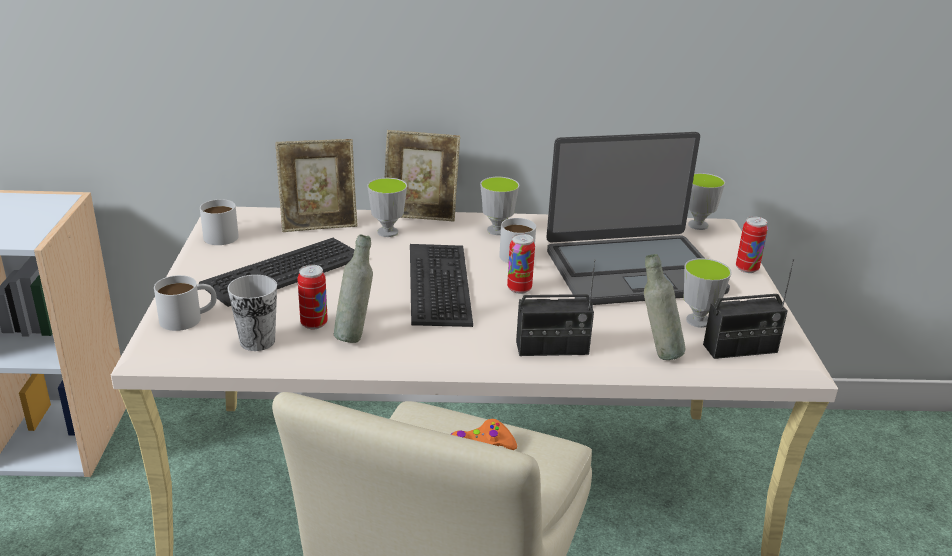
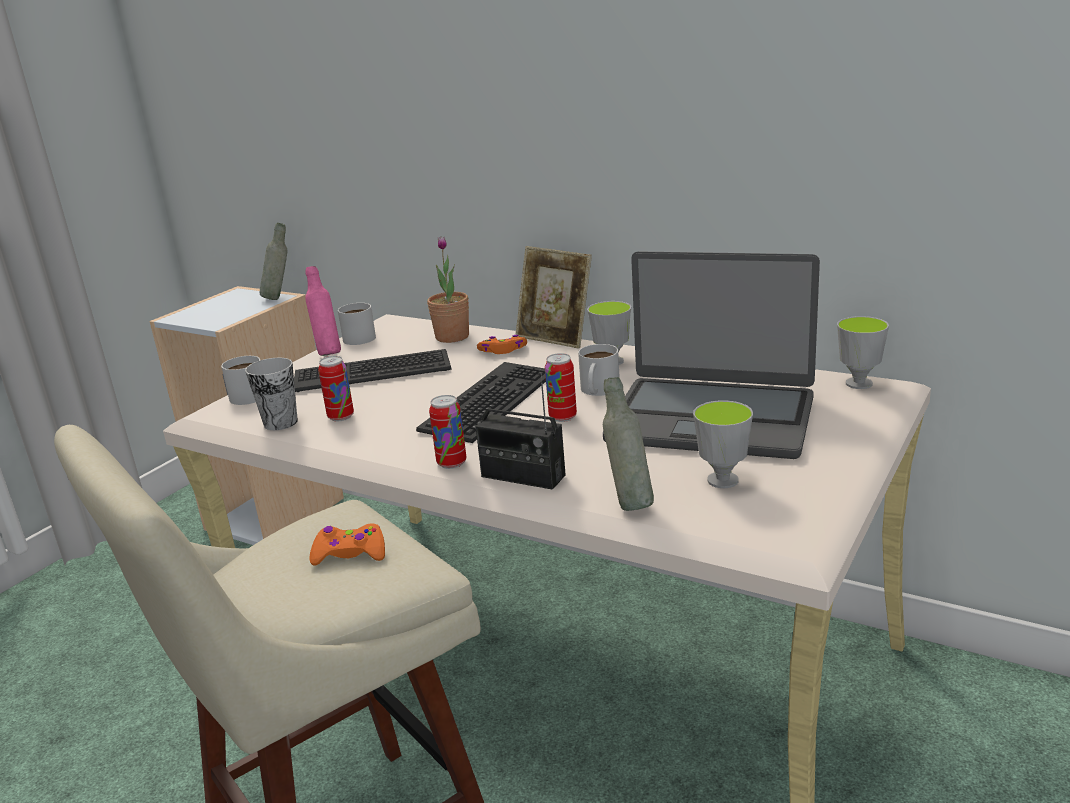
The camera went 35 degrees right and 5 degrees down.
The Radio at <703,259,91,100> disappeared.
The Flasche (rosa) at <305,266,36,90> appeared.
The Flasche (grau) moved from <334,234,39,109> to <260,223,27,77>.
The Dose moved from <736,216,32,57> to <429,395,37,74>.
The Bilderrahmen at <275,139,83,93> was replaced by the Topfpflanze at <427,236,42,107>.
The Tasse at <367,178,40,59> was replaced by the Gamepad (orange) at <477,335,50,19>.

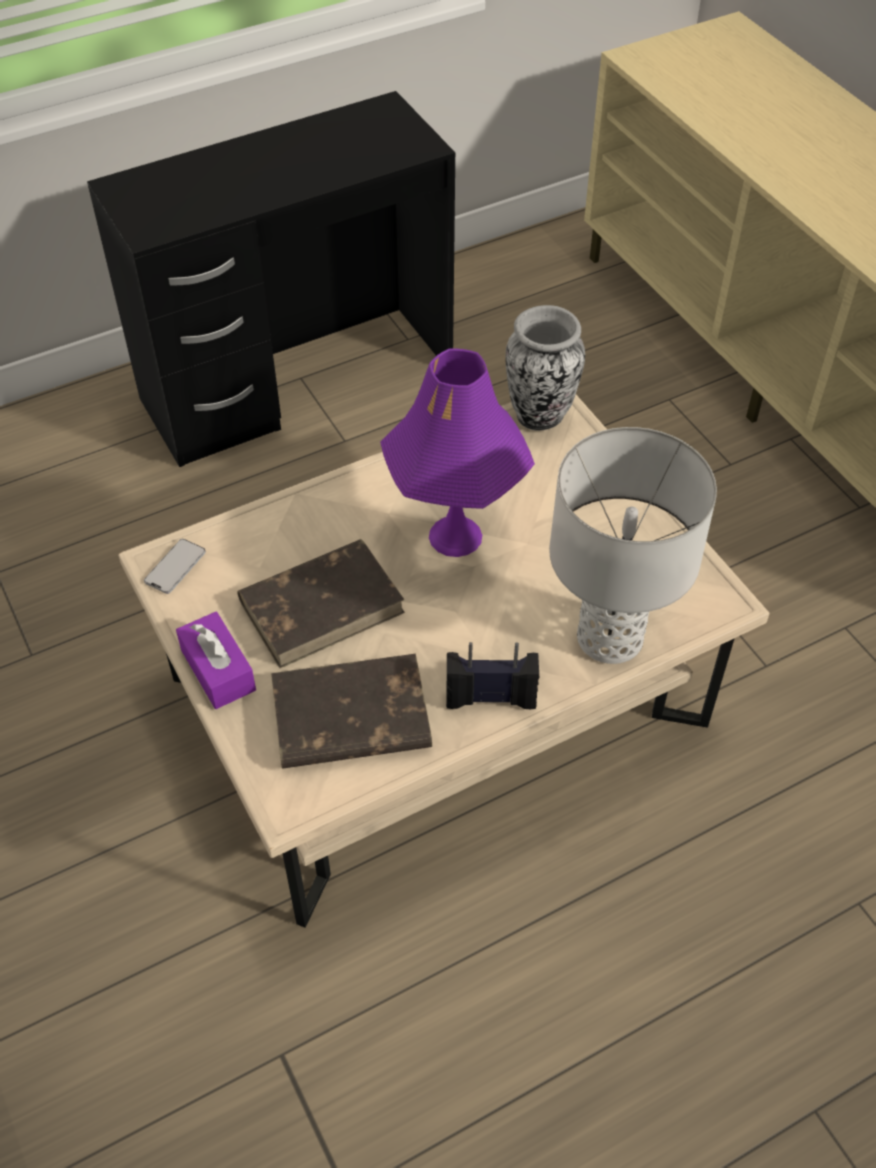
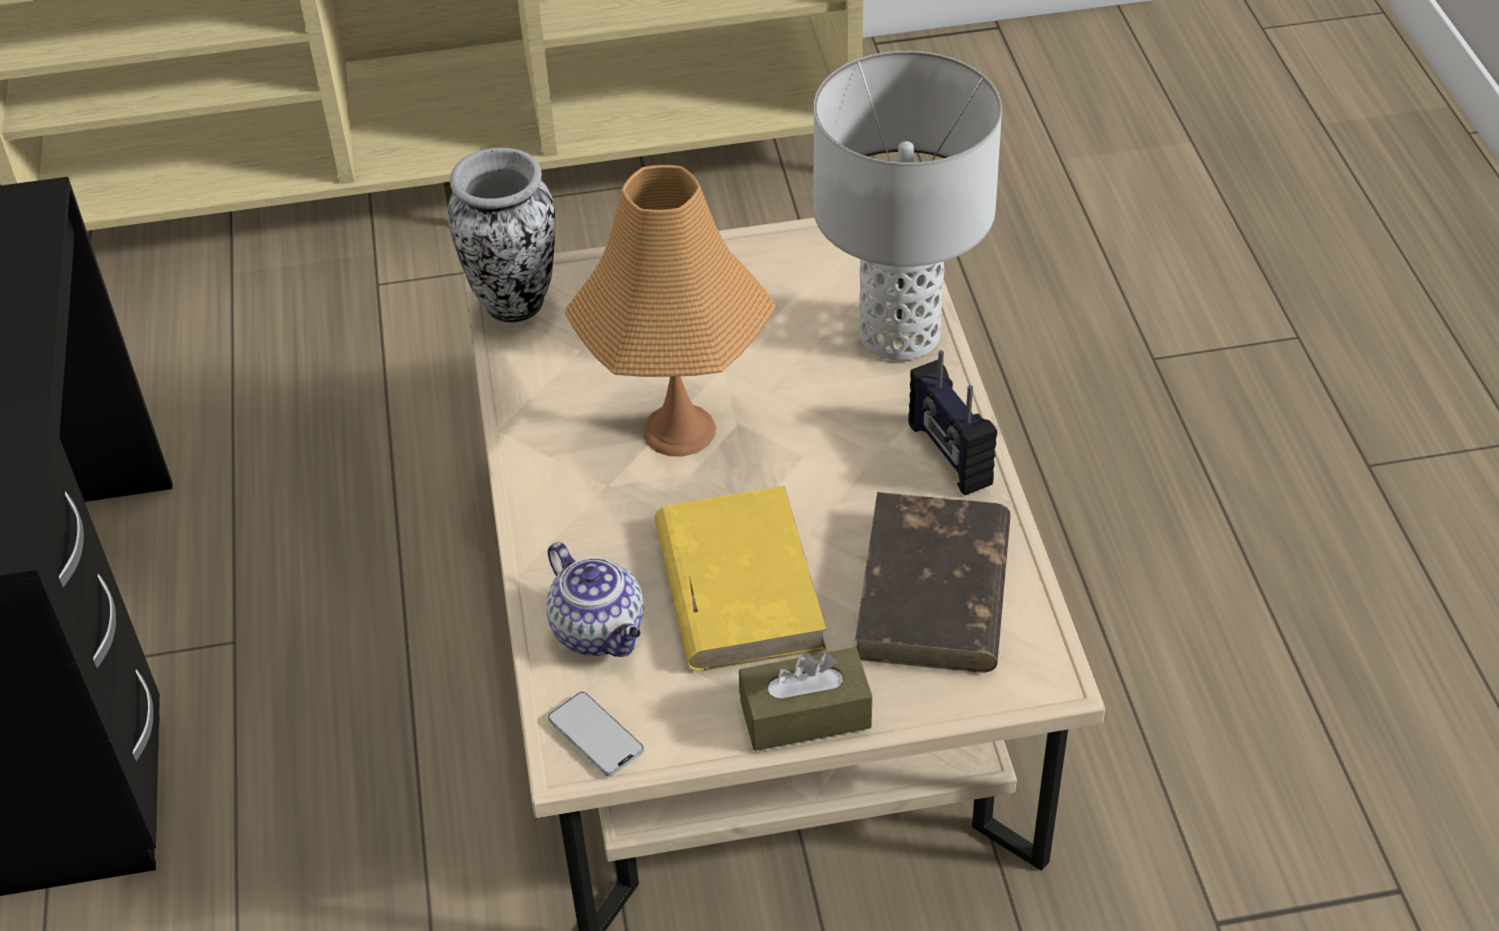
The camera went 70 degrees left and 5 degrees down.
The Teekanne at <546,542,98,115> appeared.
The Taschentuchbox (lila) at <176,612,80,97> became the Taschentuchbox (braun) at <739,647,133,104>.
The Buch (braun) at <237,539,168,129> became the Buch (gelb) at <654,486,172,185>.
The Tischlampe (lila) at <380,349,155,208> became the Tischlampe (orange) at <564,165,212,292>.
The Radio at <446,642,93,67> turned 45 degrees counterclockwise.

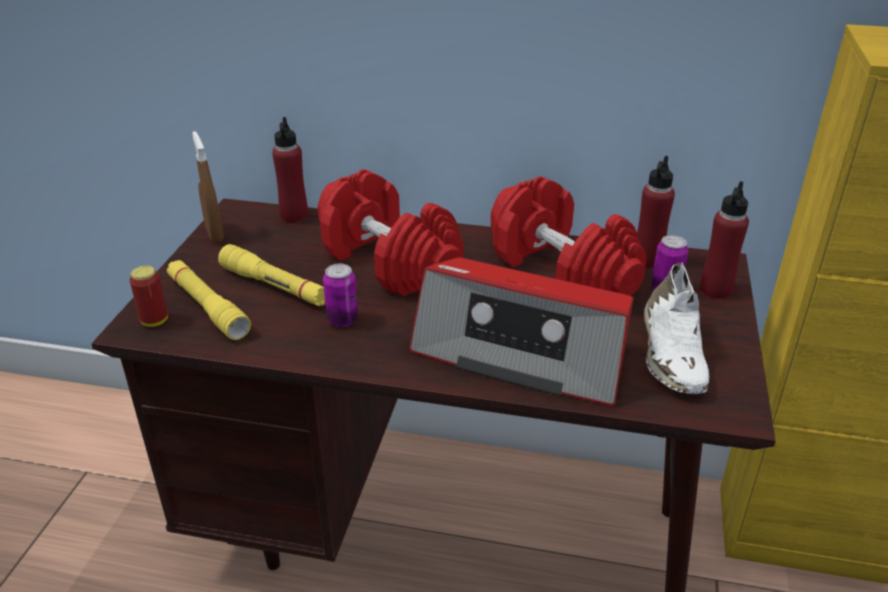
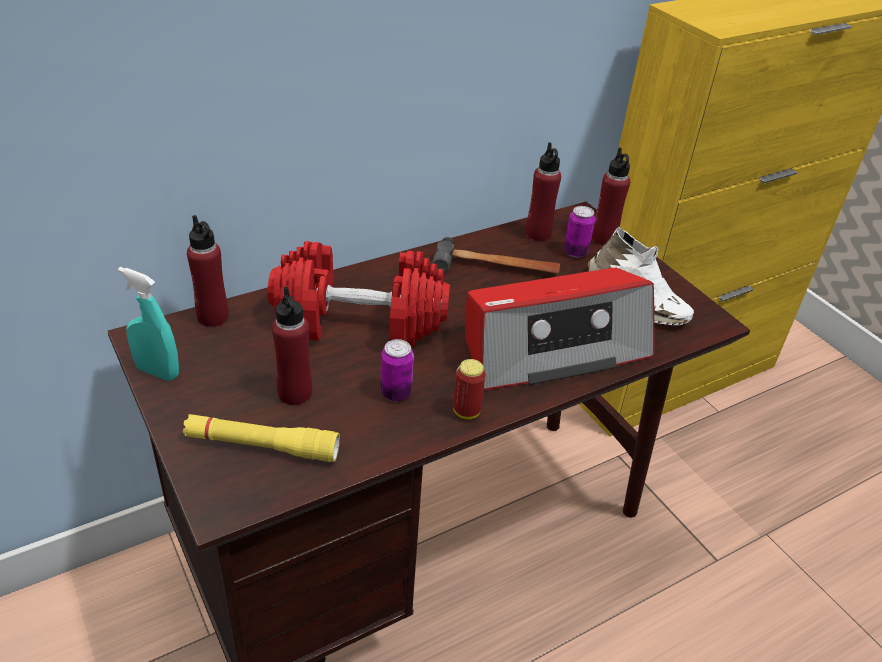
The camera went 45 degrees left and 5 degrees up.
The Dose moved from <130,265,38,62> to <453,359,33,60>.
The Taschenlampe (gelb) at <218,244,107,62> was replaced by the Flasche (rot) at <272,287,40,118>.
The Hantel (rot) at <491,176,155,120> was replaced by the Hammer at <432,237,128,37>.
The Sprühflasche (braun) at <192,131,32,112> became the Sprühflasche (türkis) at <118,267,61,114>.

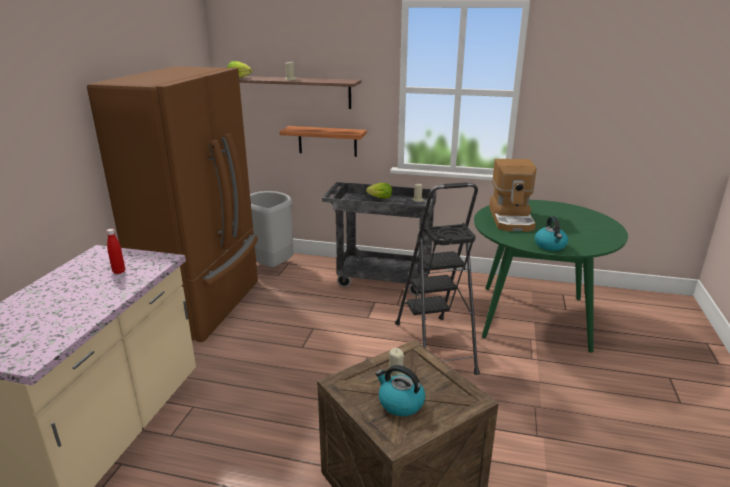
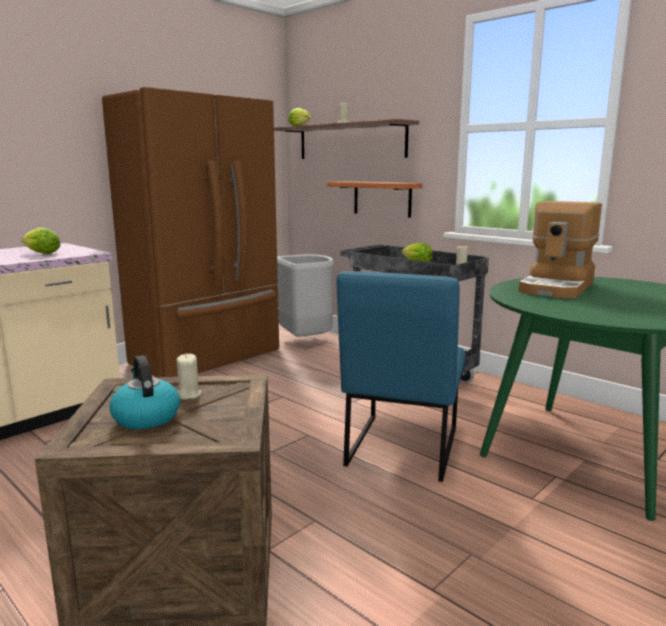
The camera went 30 degrees right and 10 degrees down.
The Wasserkessel at <535,216,33,35> disappeared.
The Flasche (rot) at <106,229,19,45> was replaced by the Salatkopf at <21,228,39,26>.
The Trittleiter at <395,182,85,193> was replaced by the Stuhl (blau) at <337,271,129,211>.

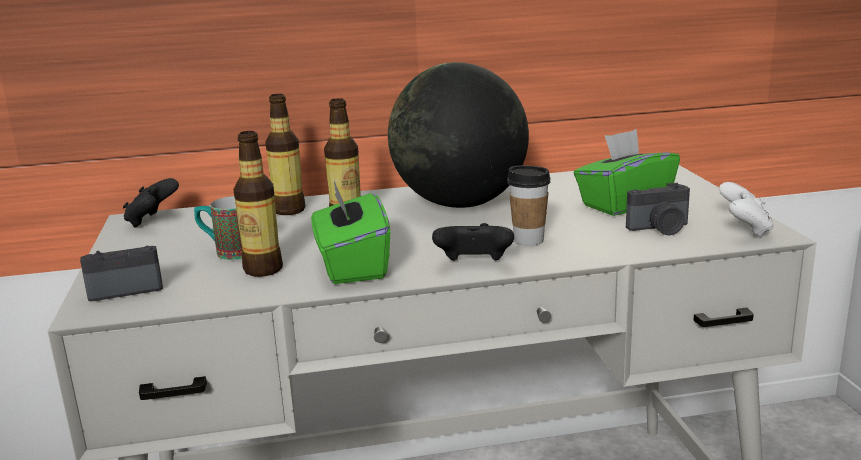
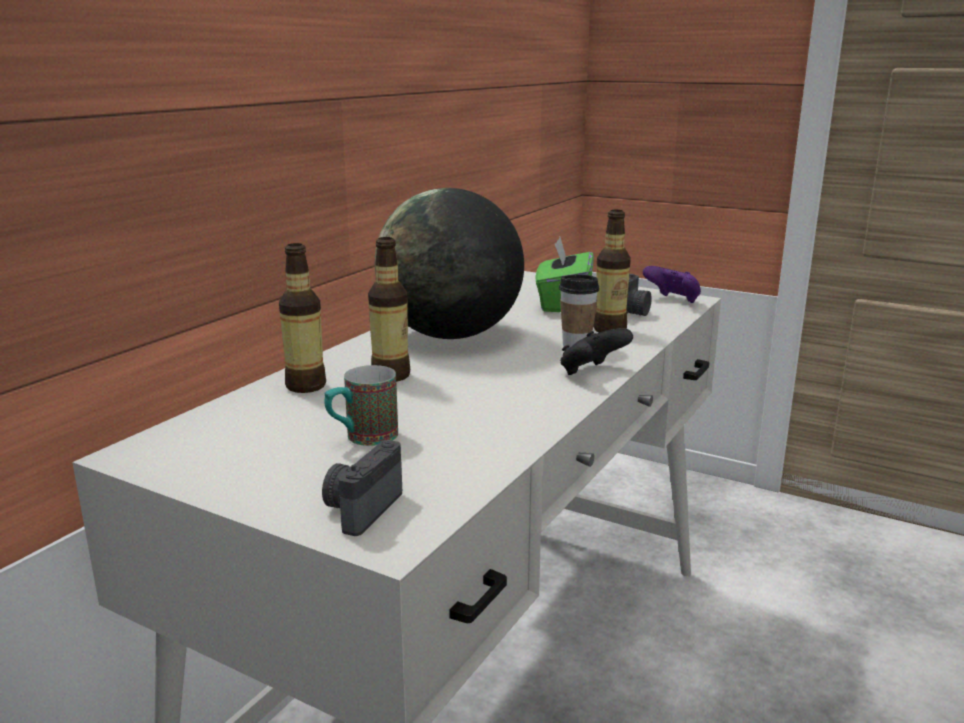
The camera went 50 degrees left and 0 degrees up.
The Gamepad (schwarz) at <123,178,56,50> disappeared.
The Taschentuchbox (grün) at <311,181,79,103> disappeared.
The Flasche moved from <233,131,50,146> to <593,210,38,123>.
The Gamepad (weiß) at <719,182,55,56> became the Gamepad (lila) at <643,266,58,37>.

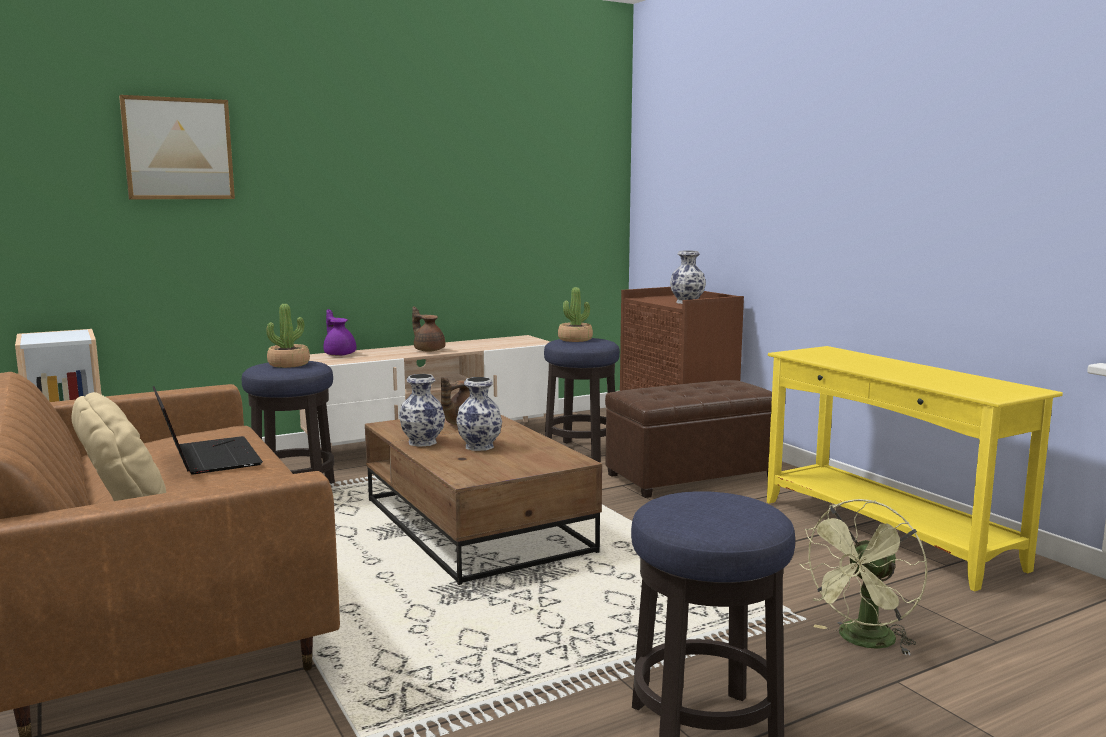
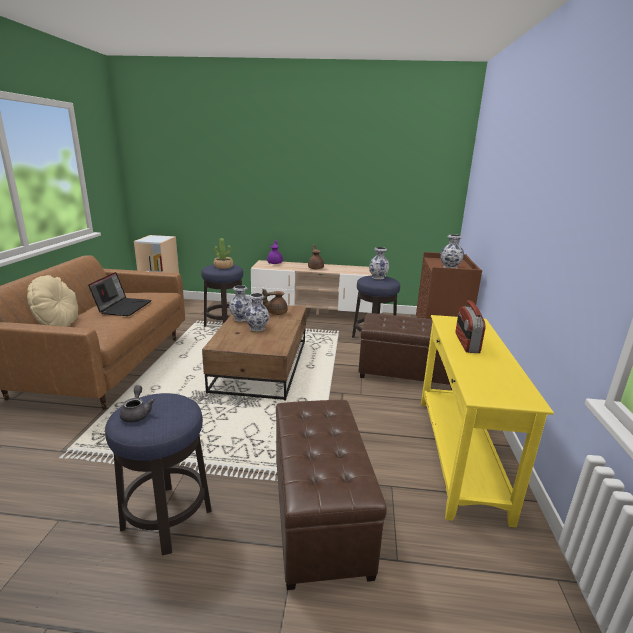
The camera went 35 degrees right and 10 degrees up.
The Bild at <119,95,116,104> disappeared.
The Teekanne (grau) at <120,385,35,38> appeared.
The Radio at <456,300,30,53> appeared.
The Topfpflanze at <558,287,35,55> was replaced by the Vase at <369,247,20,33>.
The Ventilator (grün) at <799,499,128,157> was replaced by the Polsterhocker (braun) at <276,400,111,190>.

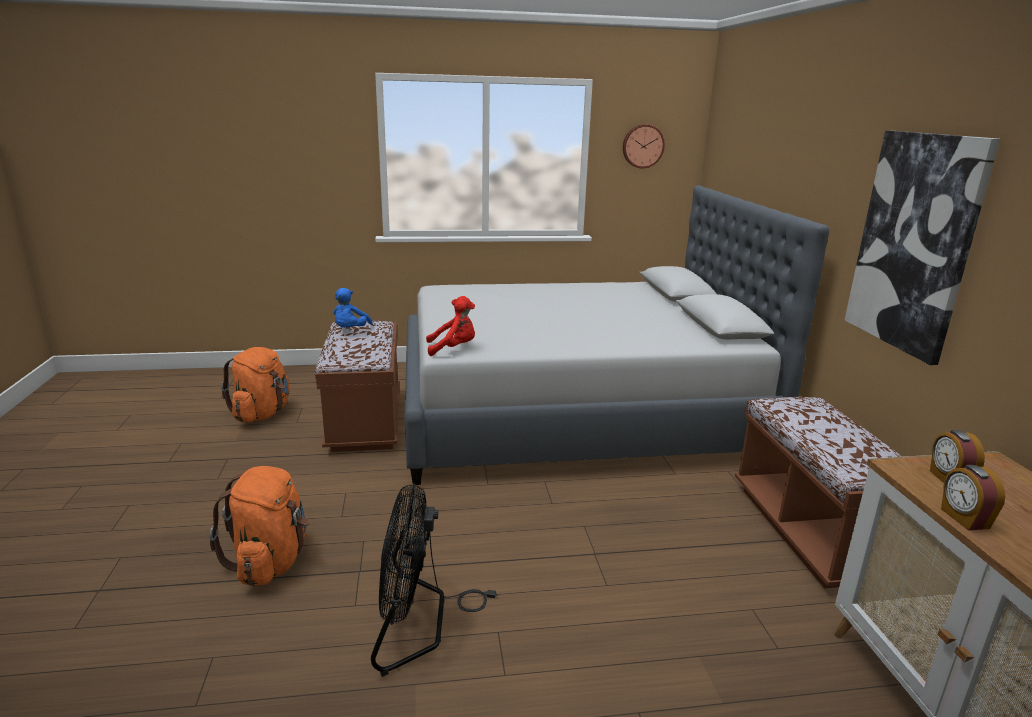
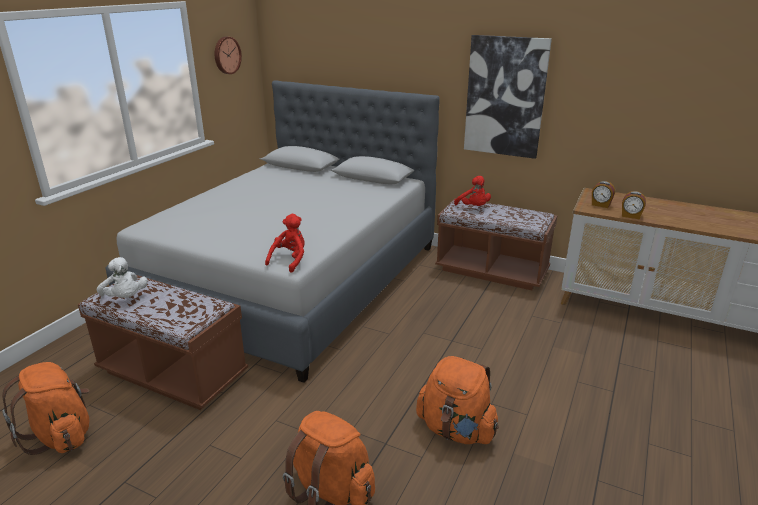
The camera went 55 degrees left and 5 degrees up.
The Plüschtier (rot) at <454,176,37,30> appeared.
The Ventilator (schwarz) at <371,483,127,194> was replaced by the Rucksack (orange) at <416,356,83,88>.
The Plüschtier (blau) at <333,288,40,39> became the Plüschtier (weiß) at <97,257,51,41>.

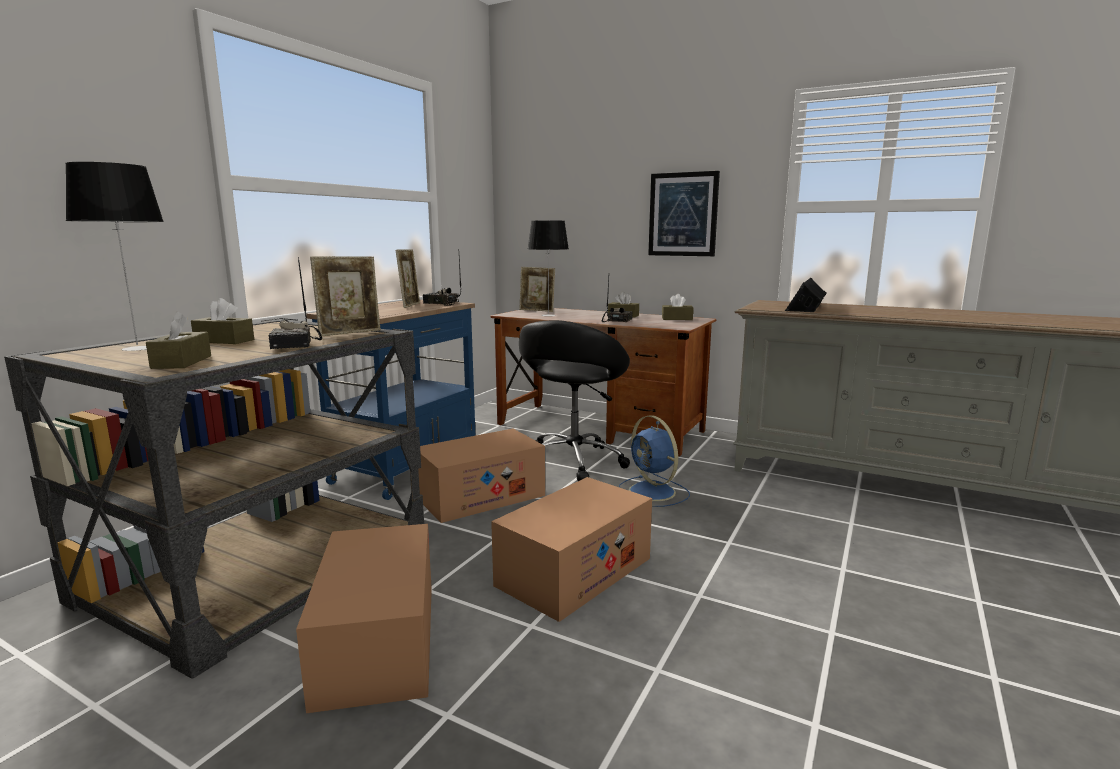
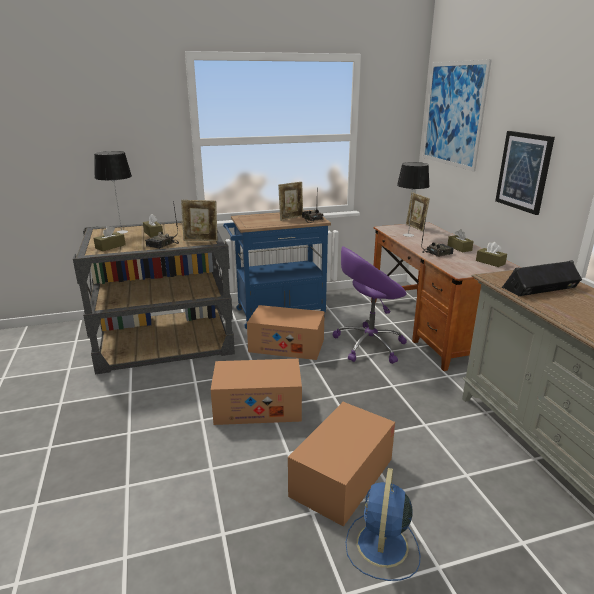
The camera went 45 degrees right and 10 degrees up.
The Bild at <422,59,70,113> appeared.
The Karton moved from <296,524,136,189> to <288,402,107,125>.
The Ventilator (blau) moved from <619,415,71,92> to <346,468,75,113>.
The Bürostuhl (schwarz) at <519,320,111,161> became the Bürostuhl (lila) at <332,246,75,118>.

